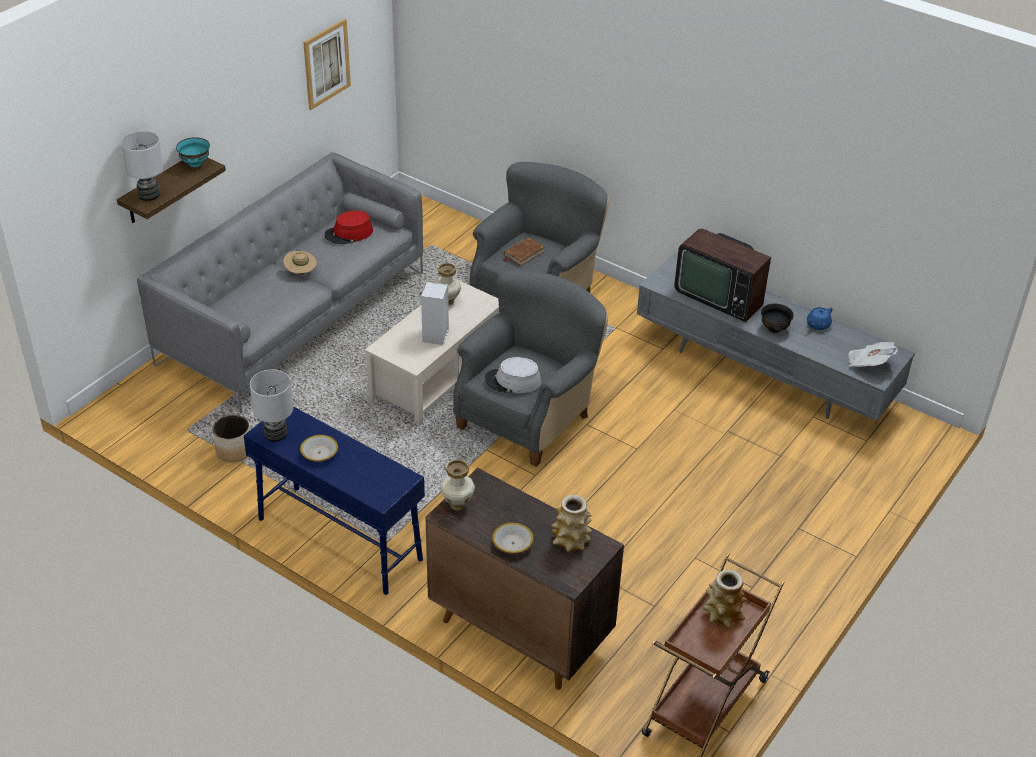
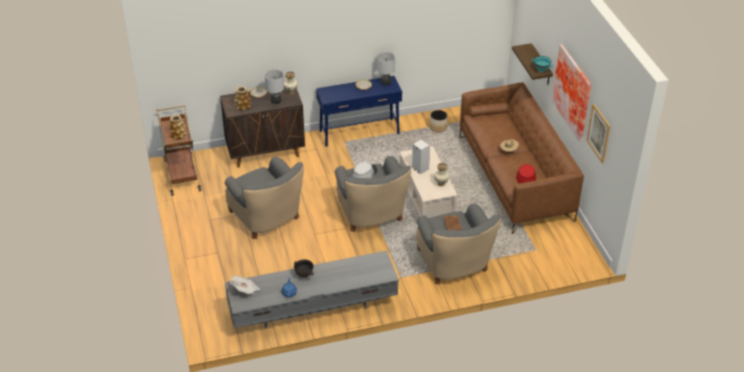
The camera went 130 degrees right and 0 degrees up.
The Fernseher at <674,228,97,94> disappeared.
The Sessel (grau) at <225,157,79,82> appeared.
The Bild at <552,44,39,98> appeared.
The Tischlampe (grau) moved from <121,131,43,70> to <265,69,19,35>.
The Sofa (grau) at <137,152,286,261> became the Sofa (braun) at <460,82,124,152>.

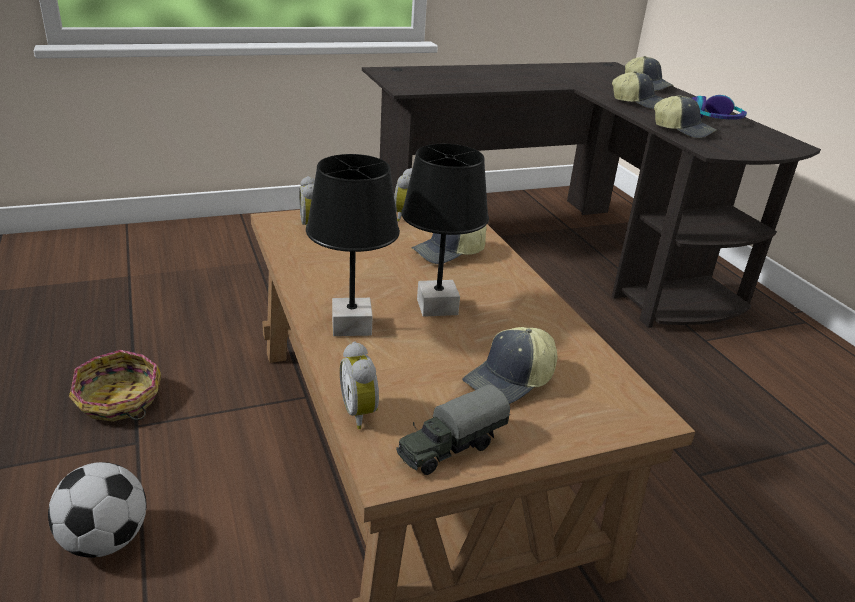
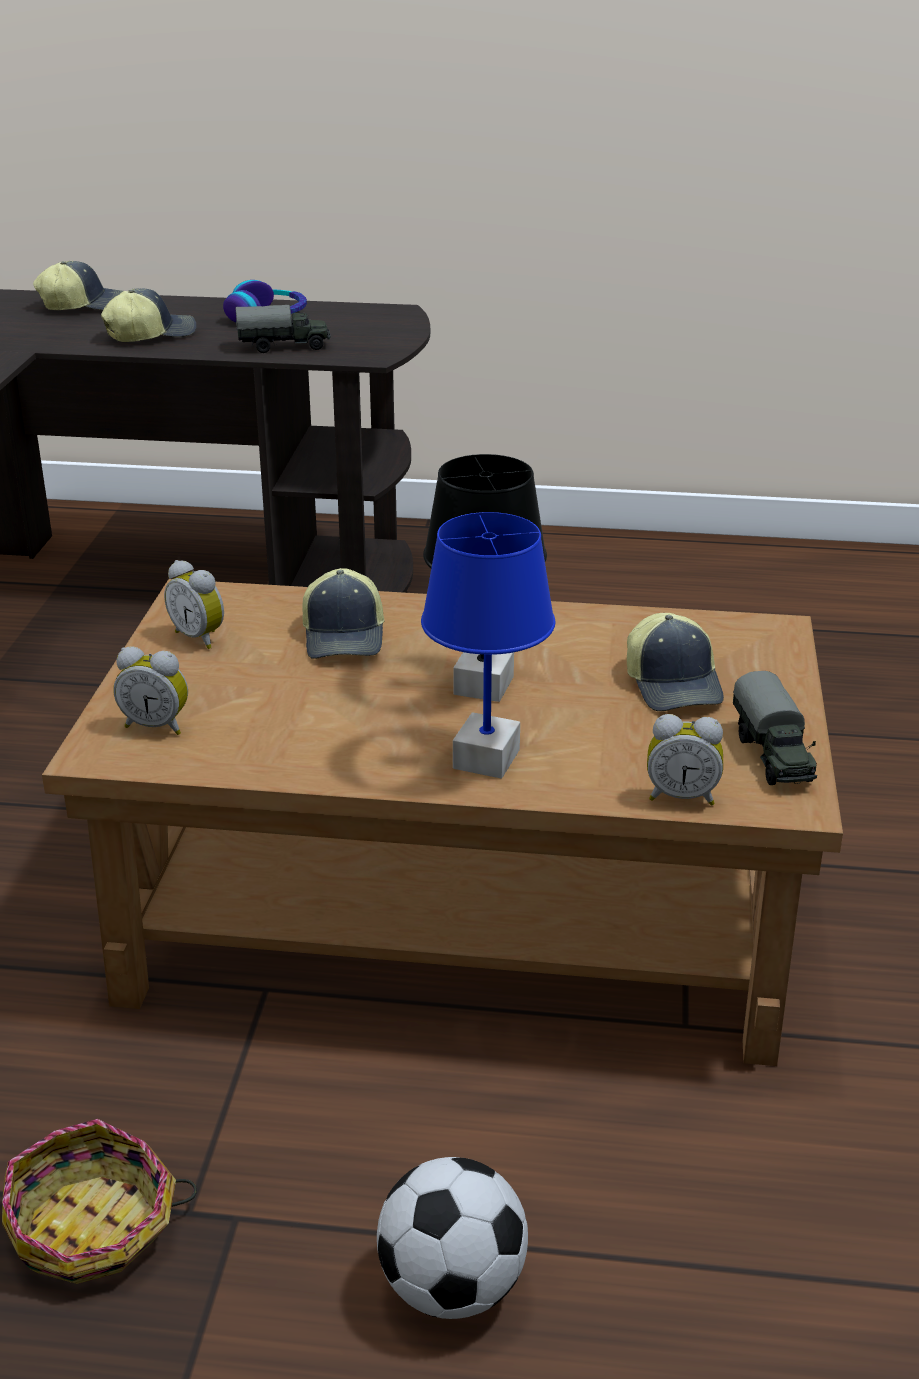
The camera went 60 degrees left and 0 degrees up.
The Kappe at <654,95,63,43> was replaced by the Spielzeuglaster at <235,305,96,48>.
The Tischlampe (schwarz) at <306,154,94,182> became the Tischlampe (blau) at <421,512,134,267>.

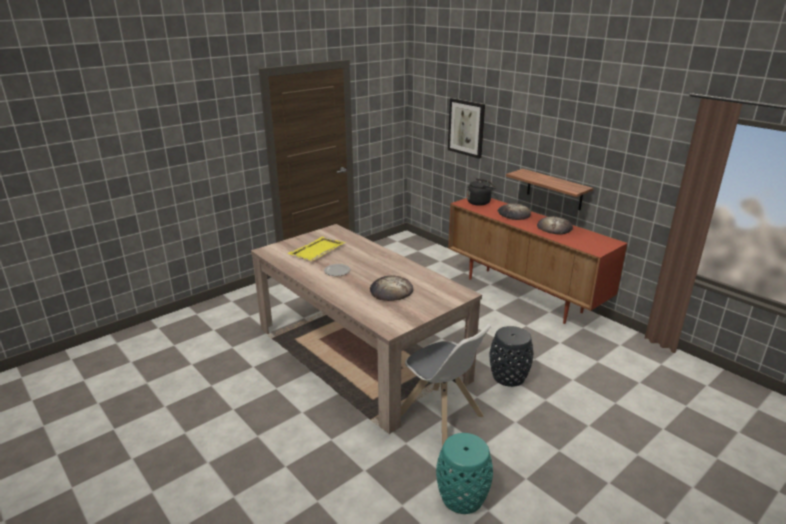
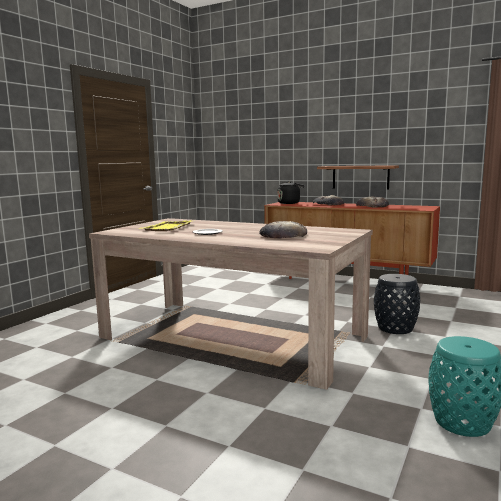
The camera went 20 degrees left and 15 degrees down.
The Stuhl at <401,324,90,122> disappeared.
The Bild at <448,98,37,61> disappeared.

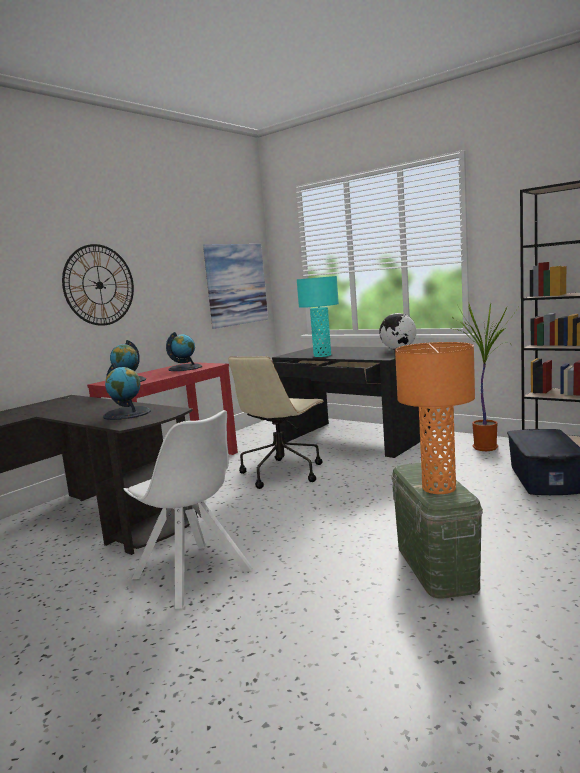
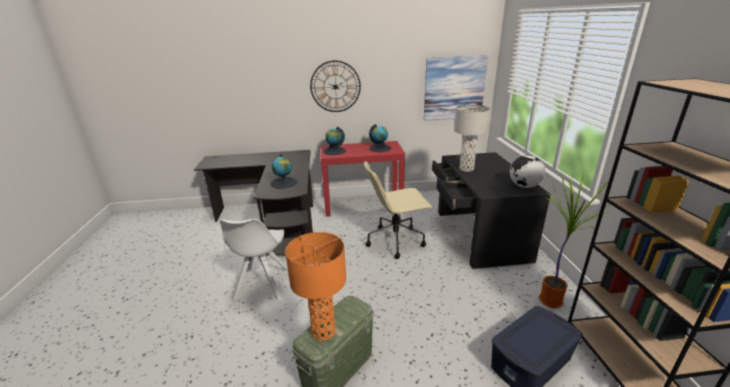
The camera went 45 degrees right and 15 degrees up.
The Tischlampe (türkis) at <297,276,42,81> became the Tischlampe (weiß) at <454,105,36,67>.

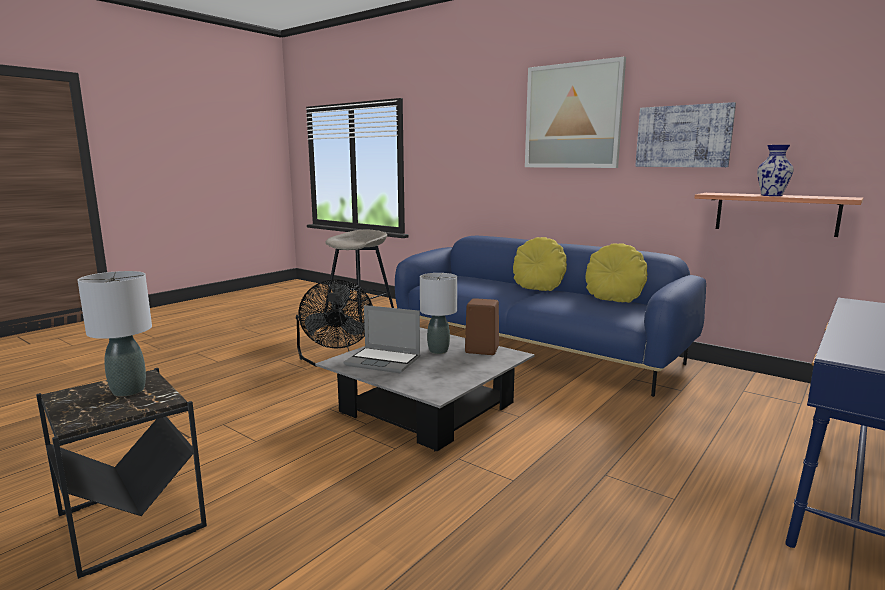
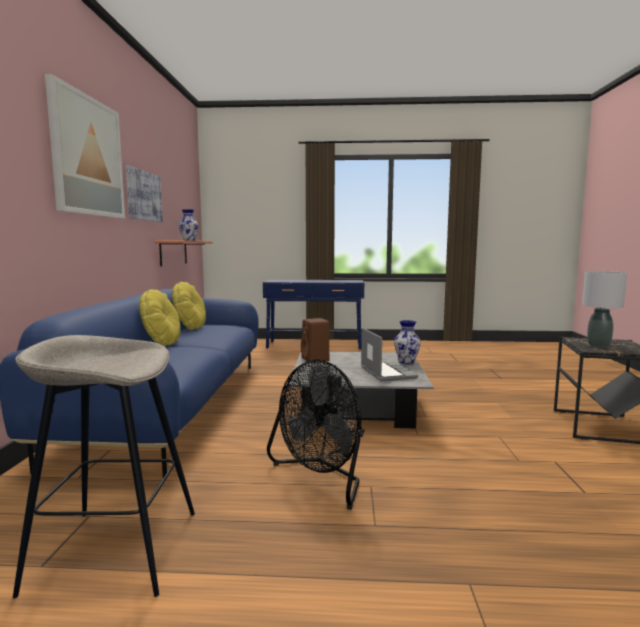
The camera went 125 degrees left and 5 degrees down.
The Tischlampe (grau) at <420,273,37,81> disappeared.
The Vase at <394,320,27,44> appeared.

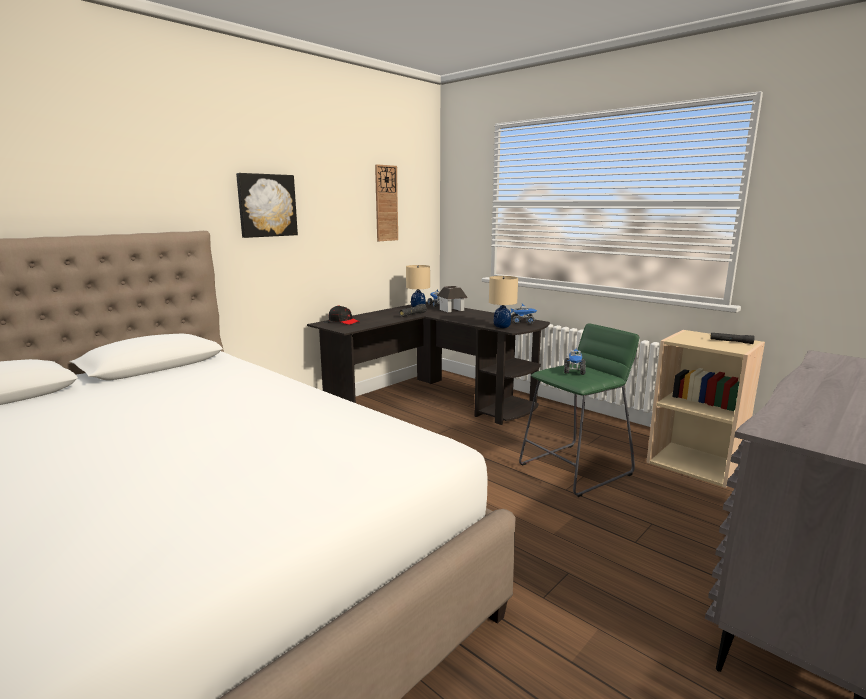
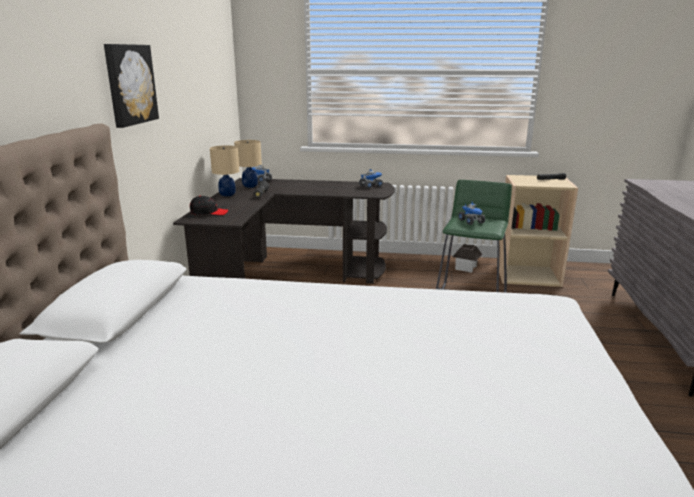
The camera went 35 degrees left and 5 degrees up.
The Wanduhr at <375,164,23,77> disappeared.
The Spielzeughaus moved from <437,286,31,26> to <453,244,29,28>.
The Tischlampe (beige) moved from <489,276,29,52> to <210,145,29,51>.

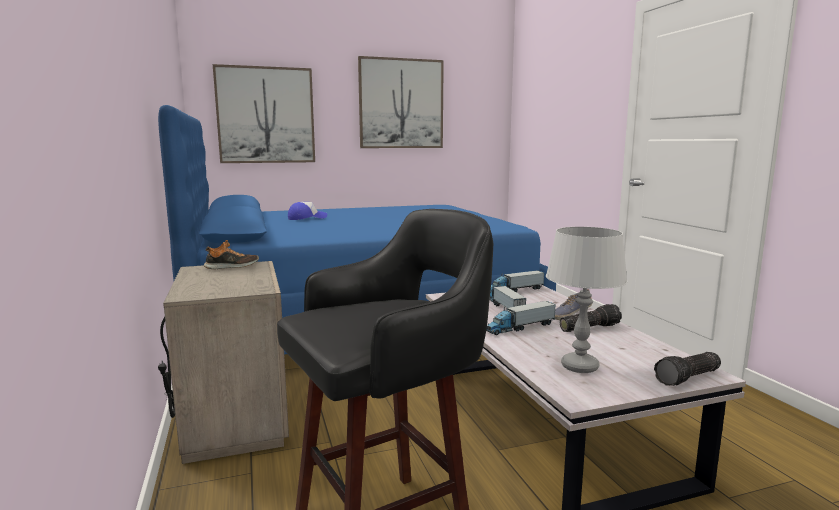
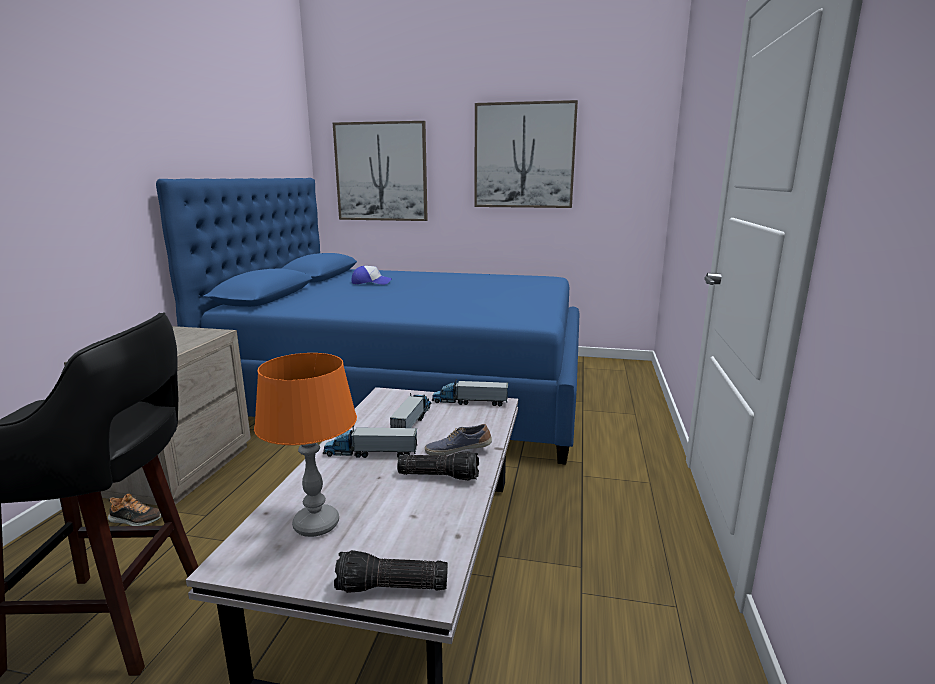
The camera went 30 degrees right and 5 degrees up.
The Schuh moved from <204,240,55,29> to <108,494,54,32>.
The Tischlampe (grau) at <546,227,82,146> became the Tischlampe (orange) at <254,353,103,184>.

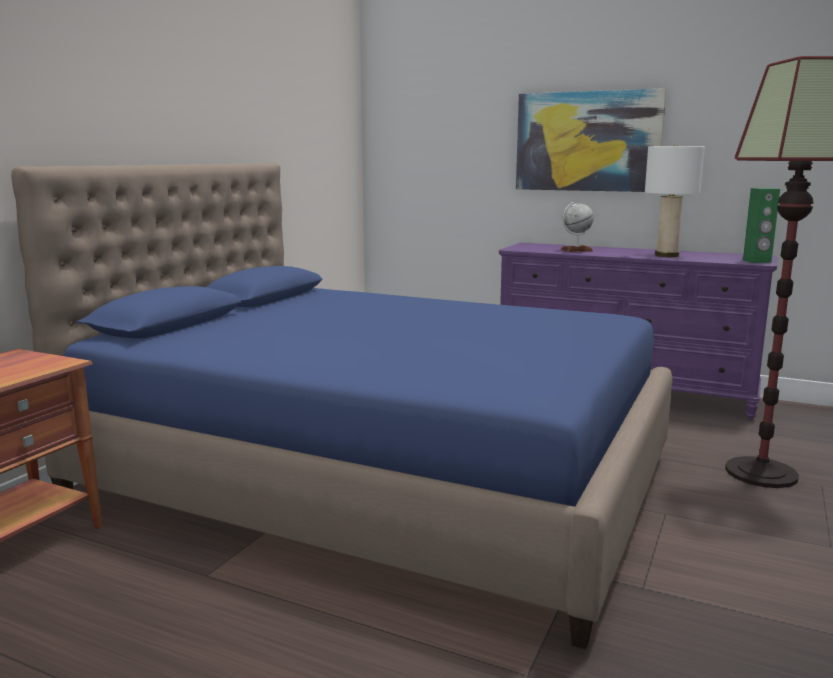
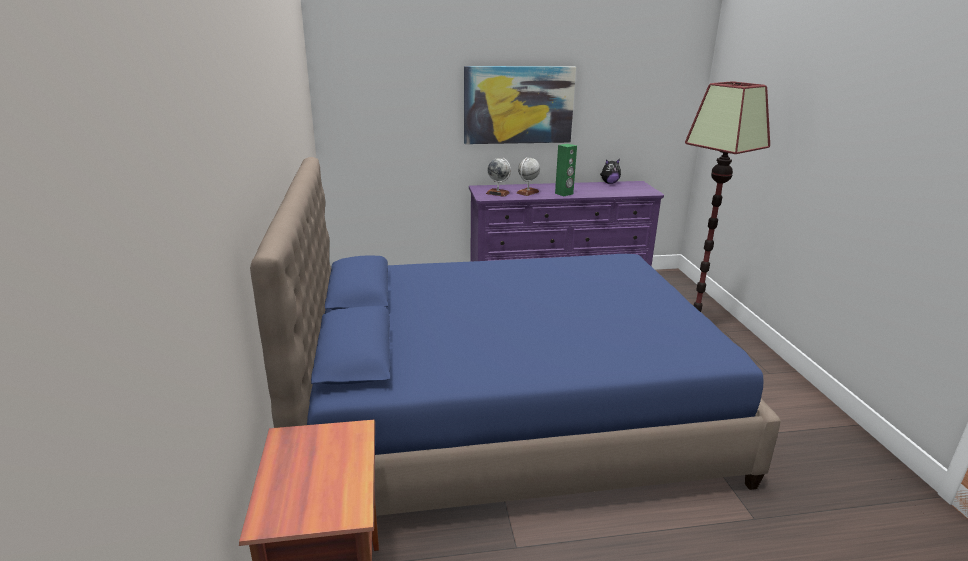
The camera went 35 degrees left and 10 degrees up.
The Tischlampe (weiß) at <645,145,60,112> disappeared.
The Globus at <486,158,25,39> appeared.
The Plüschtier at <600,159,21,25> appeared.
The Lautsprecher (grün) moved from <743,188,37,75> to <555,144,22,52>.

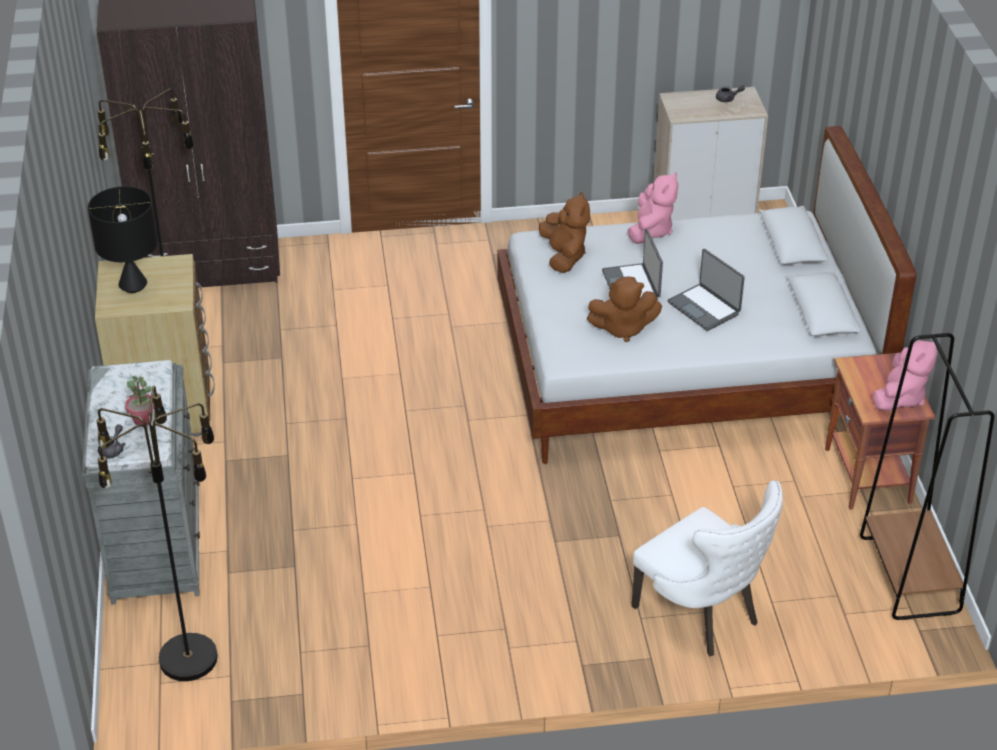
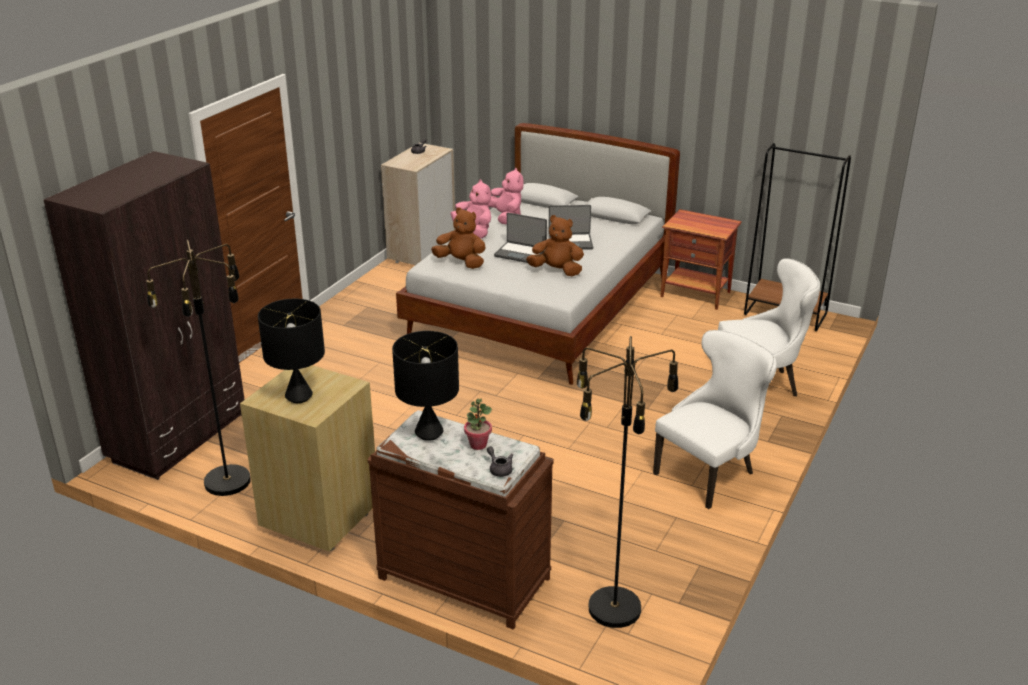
The camera went 55 degrees left and 10 degrees down.
The Tischlampe (schwarz) at <392,331,67,110> appeared.
The Stuhl (weiß) at <653,330,124,179> appeared.
The Plüschtier (rosa) moved from <873,339,65,72> to <488,168,36,57>.
The Kommode (grau) at <82,360,118,245> became the Kommode (braun) at <368,410,186,220>.
The Plüschtier (braun) at <587,276,75,66> turned 105 degrees counterclockwise.

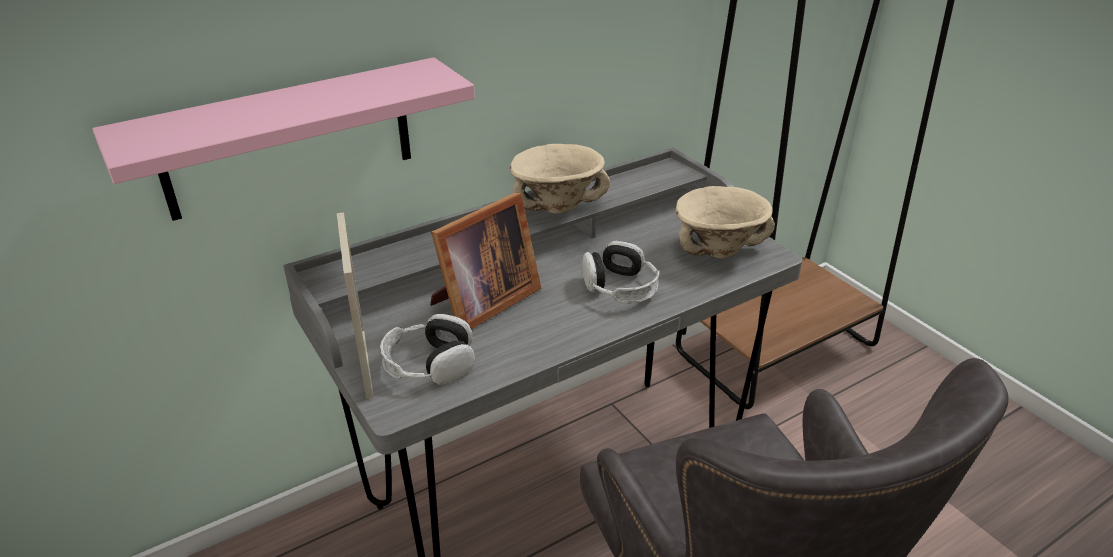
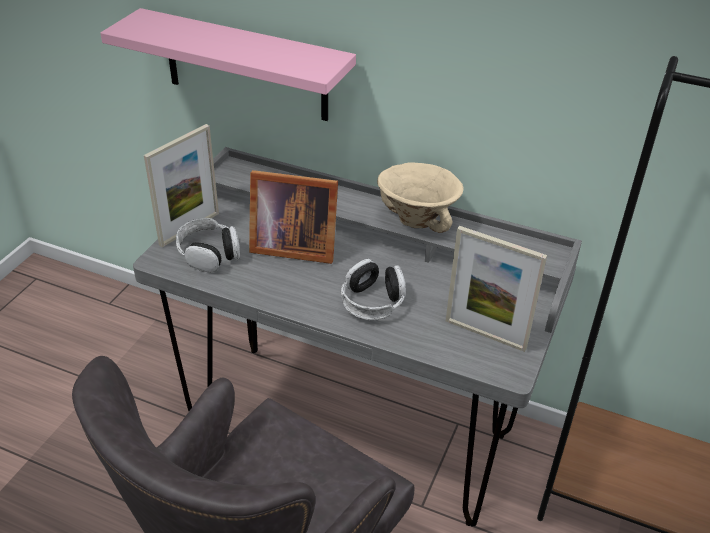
The camera went 55 degrees right and 5 degrees up.
The Schüssel (beige) at <675,186,100,73> was replaced by the Bilderrahmen at <446,226,101,126>.

